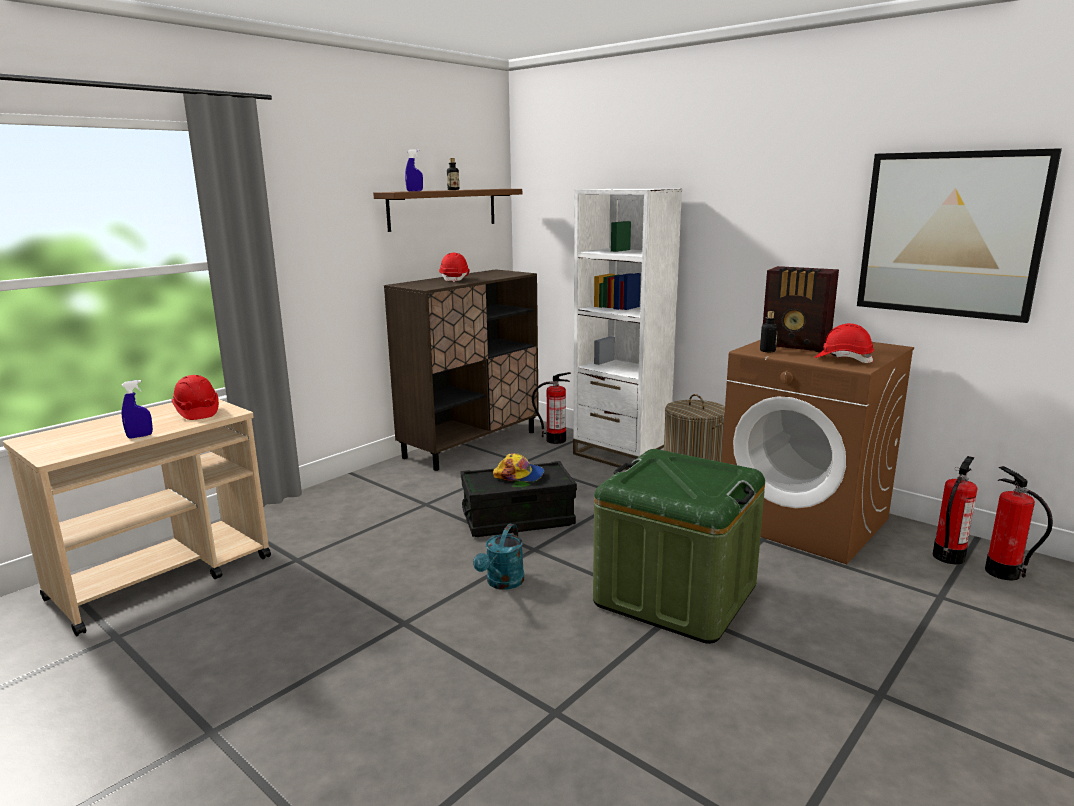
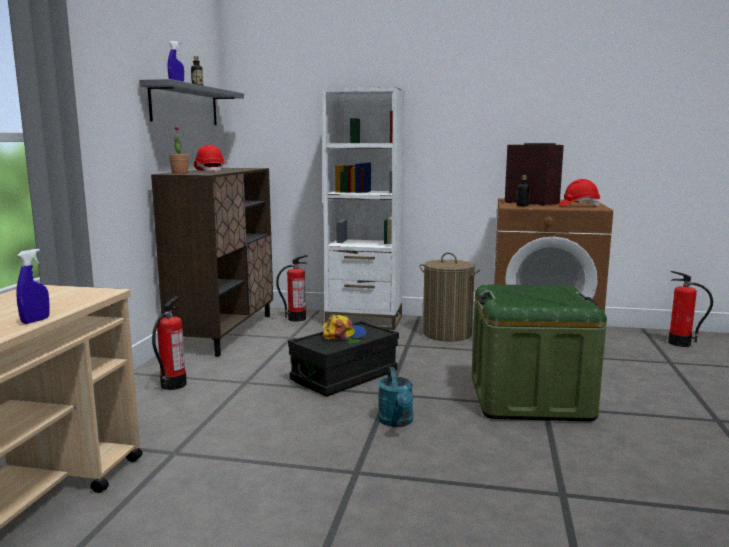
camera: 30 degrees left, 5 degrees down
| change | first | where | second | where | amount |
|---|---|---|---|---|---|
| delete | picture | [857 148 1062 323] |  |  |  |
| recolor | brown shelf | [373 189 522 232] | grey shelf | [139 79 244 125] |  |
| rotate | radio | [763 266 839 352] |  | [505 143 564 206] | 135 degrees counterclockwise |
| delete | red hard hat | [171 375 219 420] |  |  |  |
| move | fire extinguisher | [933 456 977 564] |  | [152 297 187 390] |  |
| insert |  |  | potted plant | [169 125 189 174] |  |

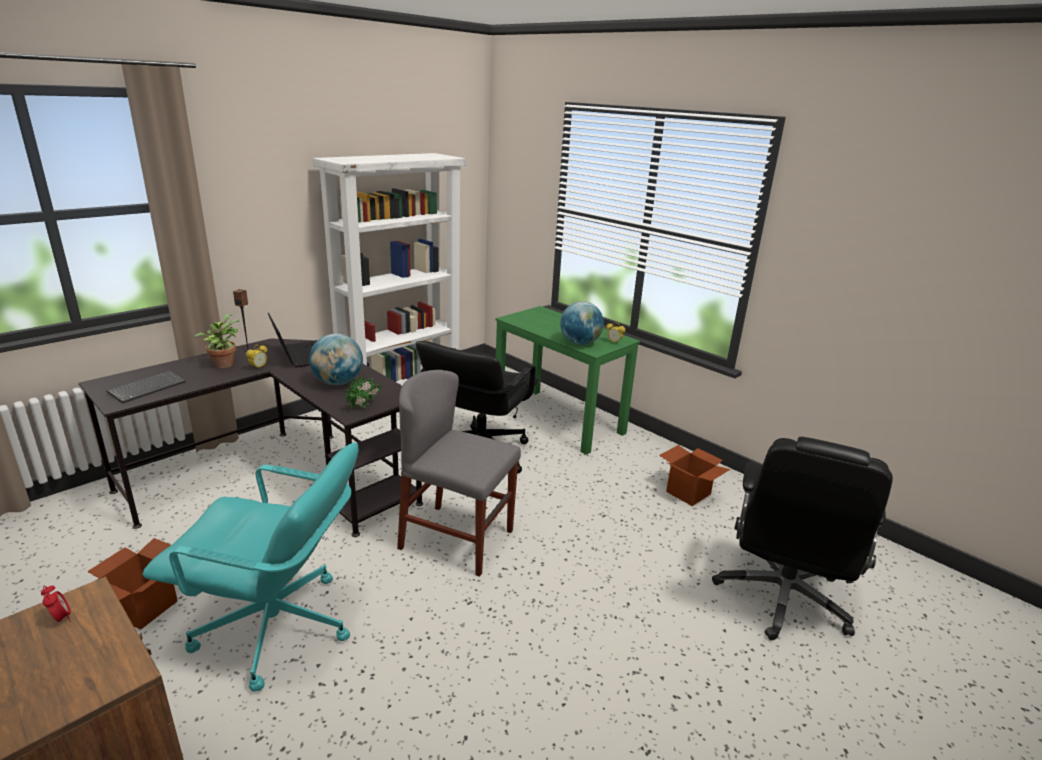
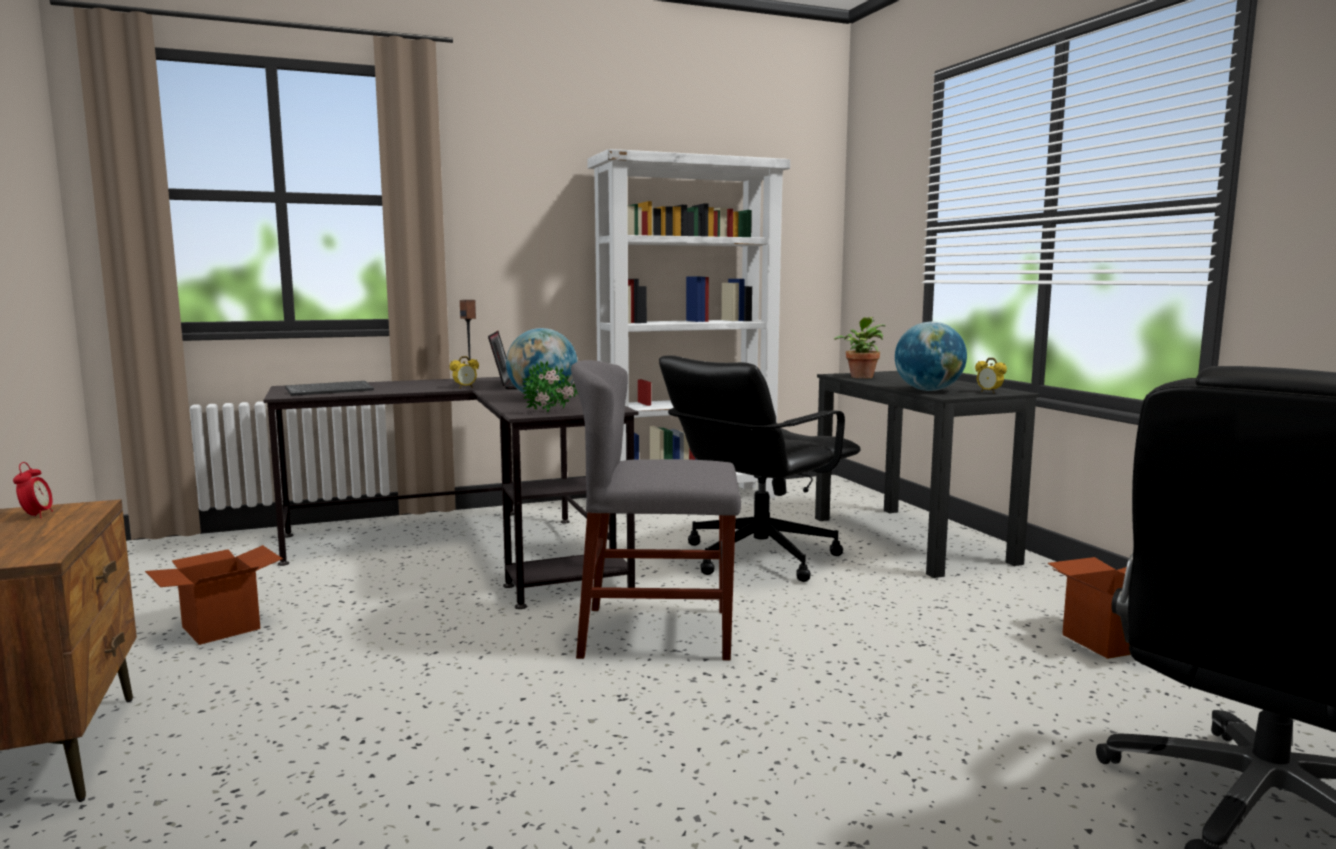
camera: 25 degrees right, 15 degrees down
| change | first | where | second | where | amount |
|---|---|---|---|---|---|
| recolor | green desk | [495 306 640 455] | black desk | [815 371 1039 578] |  |
| move | potted plant | [194 314 239 368] |  | [834 317 885 379] |  |
| rotate | grey chair | [397 370 521 577] |  | [571 360 741 660] | 45 degrees counterclockwise |
| delete | turquoise office chair | [143 442 358 692] |  |  |  |

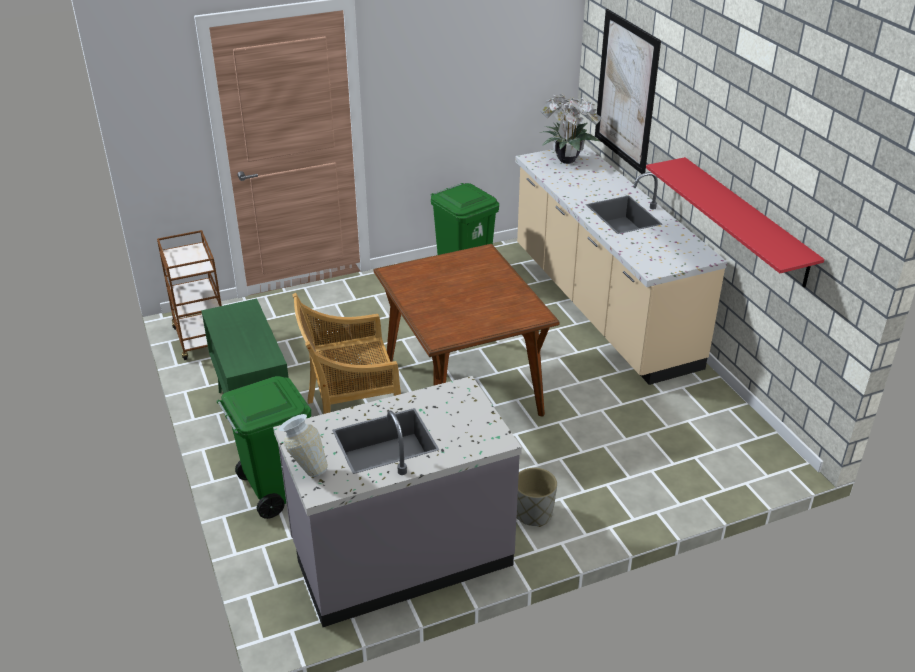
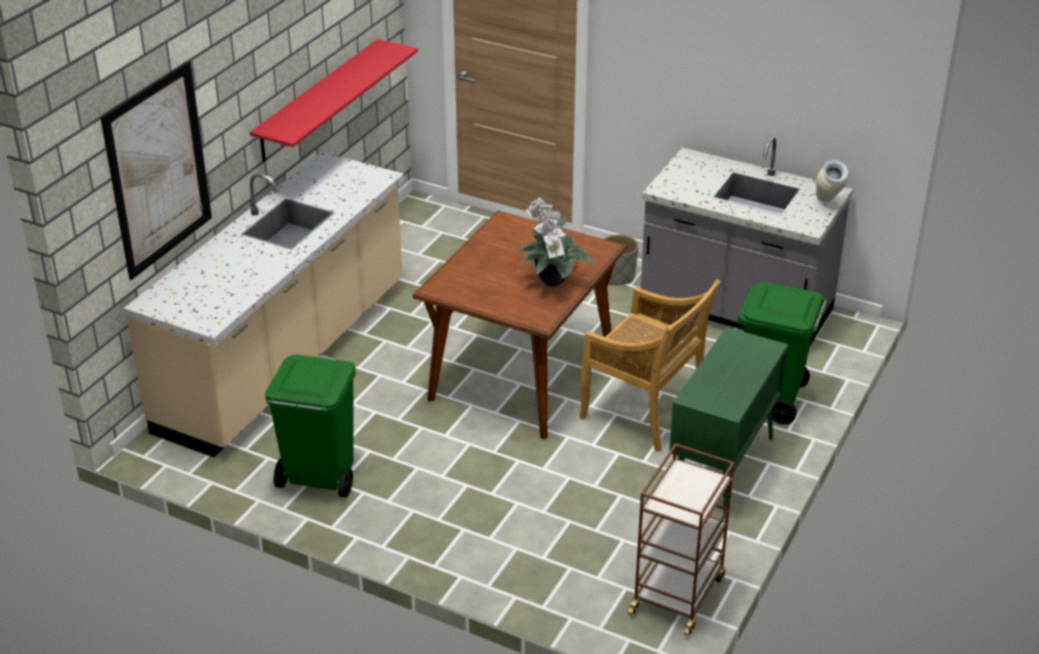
camera: 130 degrees left, 0 degrees up
| change | first | where | second | where | amount |
|---|---|---|---|---|---|
| move | potted plant | [540 93 602 164] |  | [513 198 595 287] |  |

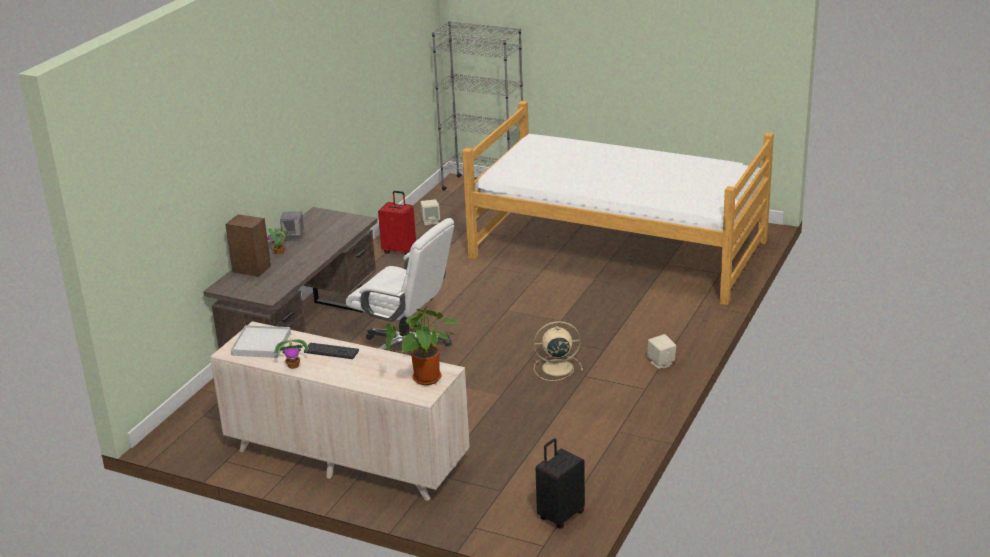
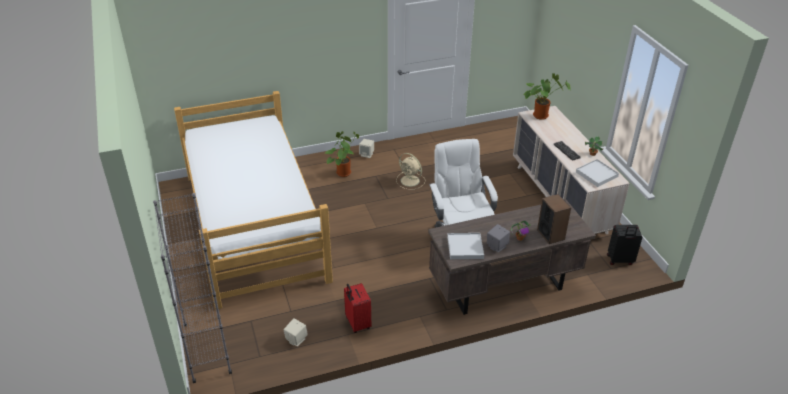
camera: 135 degrees left, 10 degrees up
| change | first | where | second | where | amount |
|---|---|---|---|---|---|
| move | black suitcase | [536 438 585 529] |  | [607 225 642 265] |  |
| insert |  |  | potted plant | [325 131 359 177] |  |
| insert |  |  | white tray | [447 233 484 259] |  |

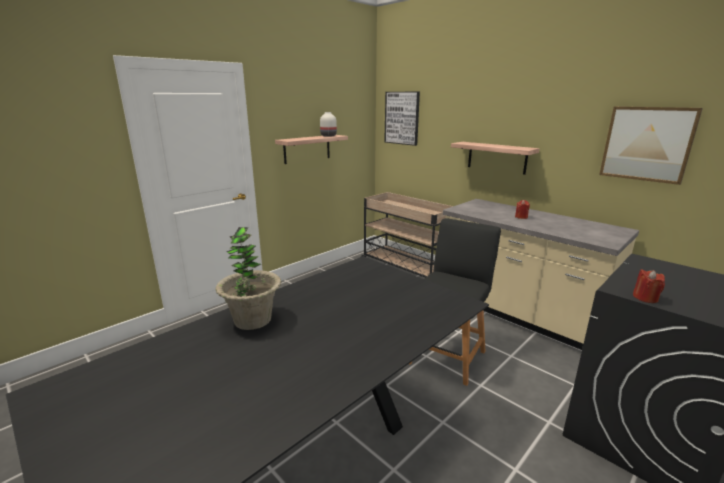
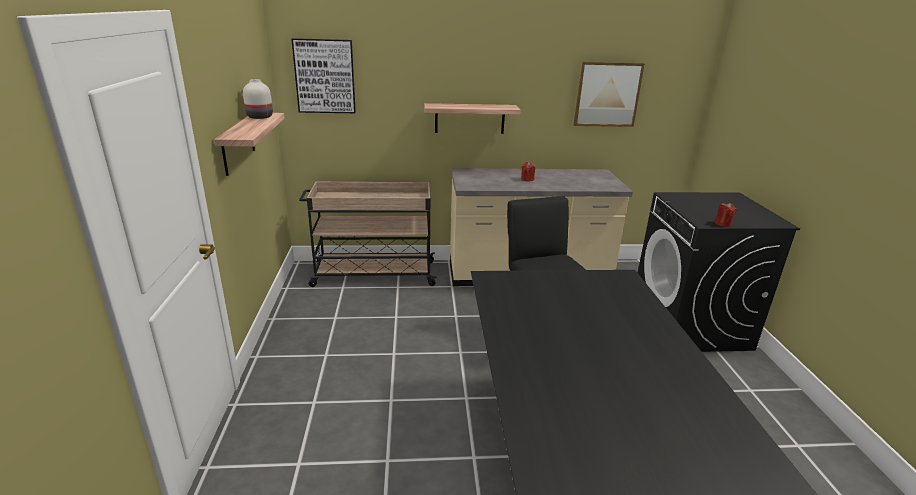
camera: 50 degrees left, 5 degrees up
| change | first | where | second | where | amount |
|---|---|---|---|---|---|
| delete | potted plant | [215 227 281 330] |  |  |  |

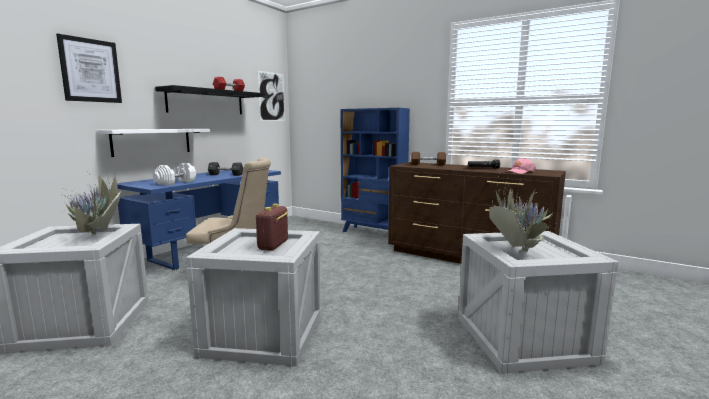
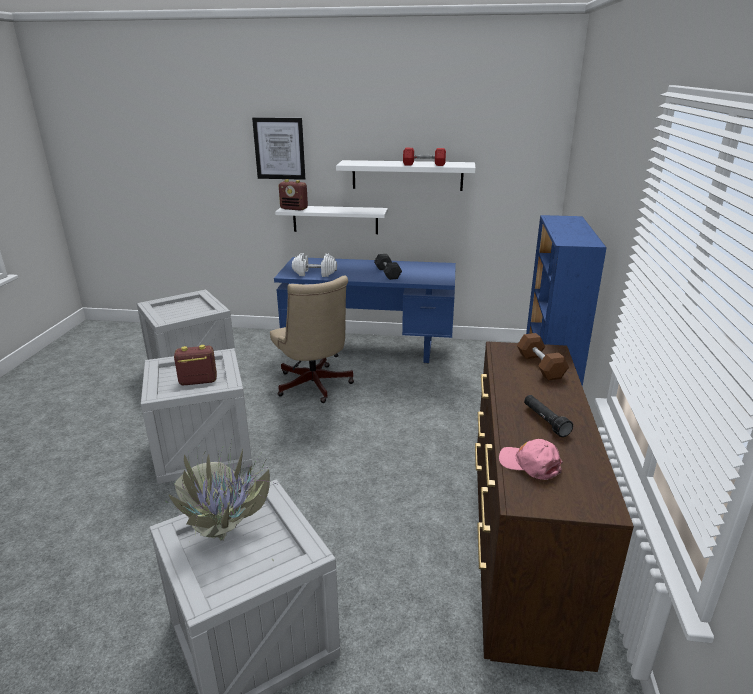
camera: 65 degrees right, 15 degrees up
| change | first | where | second | where | amount |
|---|---|---|---|---|---|
| delete | picture | [258 71 285 121] |  |  |  |
| recolor | black shelf | [155 85 263 114] | white shelf | [336 160 476 191] |  |
| delete | potted plant | [40 167 121 240] |  |  |  |
| insert |  |  | radio | [279 179 308 211] |  |

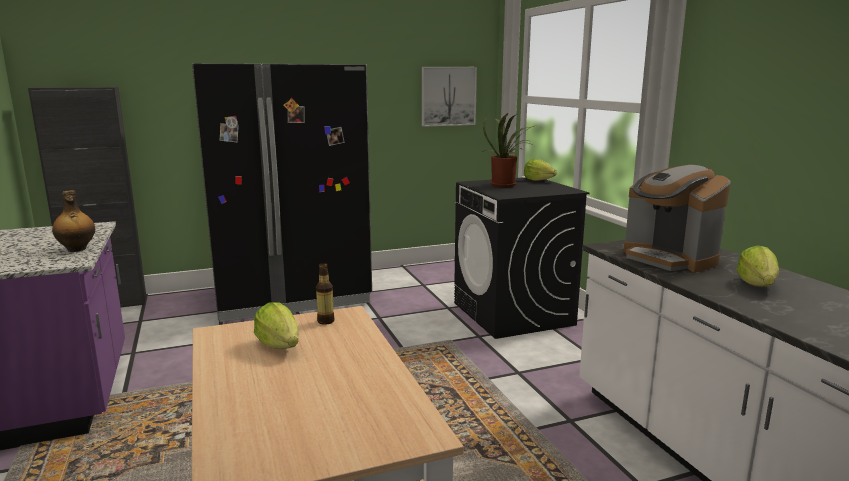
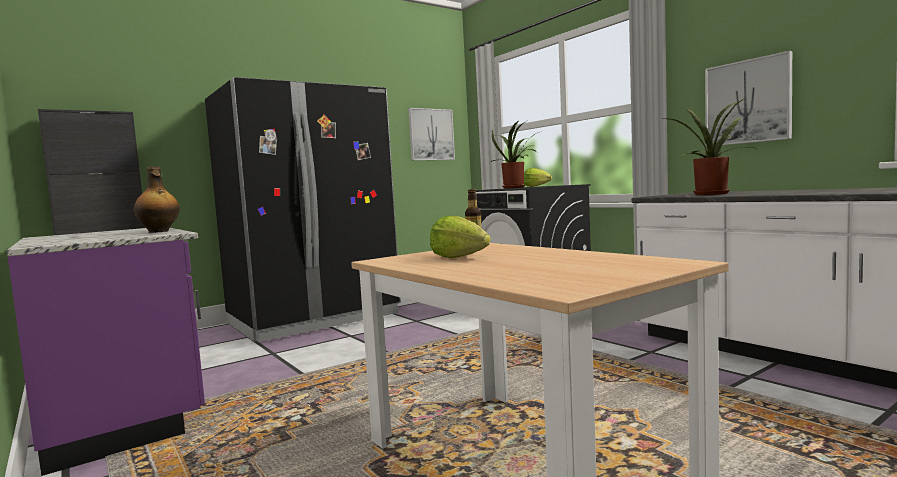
camera: 15 degrees left, 10 degrees down
| change | first | where | second | where | amount |
|---|---|---|---|---|---|
| replace | coffee machine | [623 165 731 273] | potted plant | [664 98 754 195] |  |
| delete | lettuce | [736 245 779 287] |  |  |  |
| insert |  |  | picture | [705 51 792 147] |  |

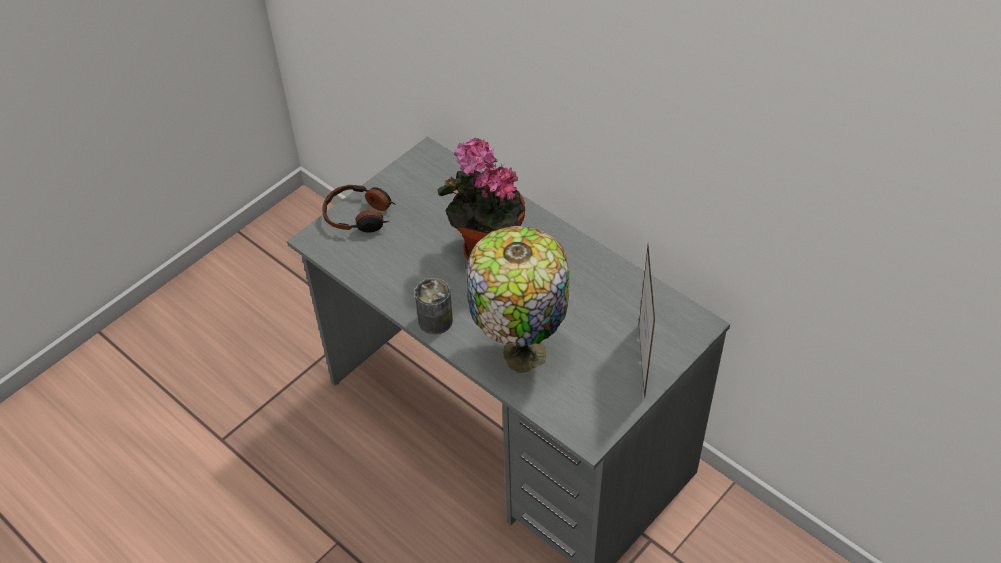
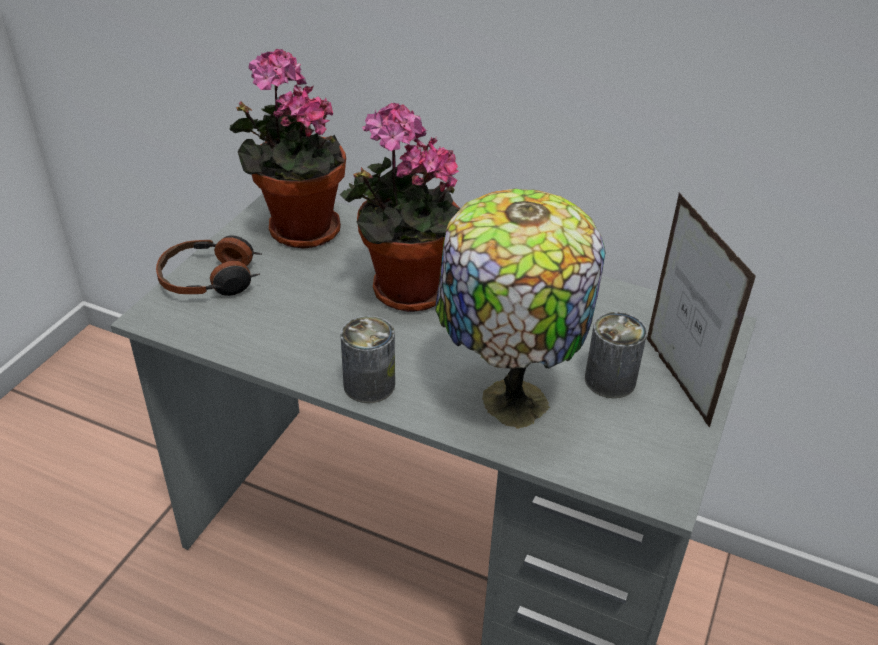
camera: 20 degrees left, 10 degrees down
| change | first | where | second | where | amount |
|---|---|---|---|---|---|
| insert |  |  | potted plant | [229 49 346 249] |  |
| insert |  |  | can | [585 312 647 398] |  |

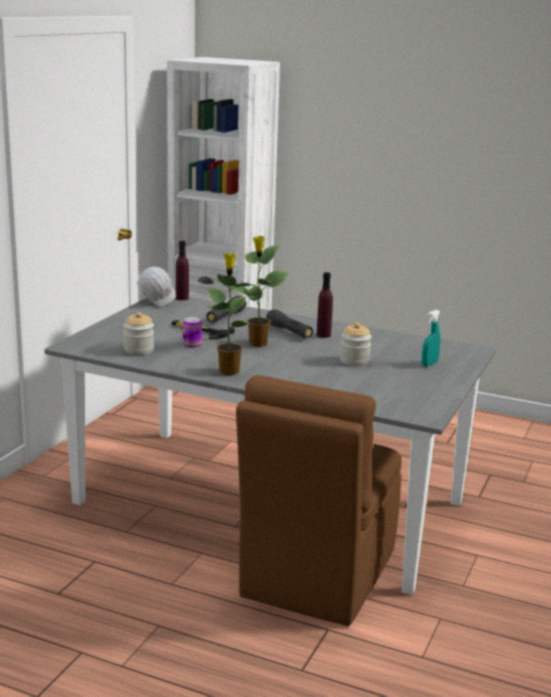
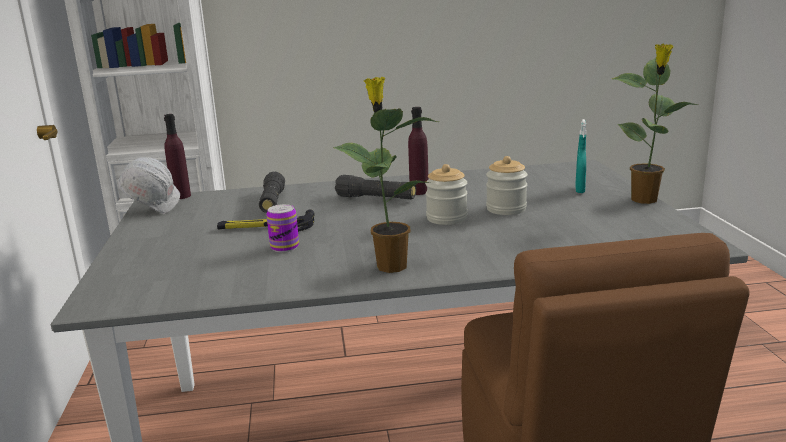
camera: 30 degrees left, 0 degrees up
| change | first | where | second | where | amount |
|---|---|---|---|---|---|
| move | potted plant | [228 236 289 347] |  | [612 43 699 204] |  |
| move | jar | [123 312 154 355] |  | [425 164 468 225] |  |

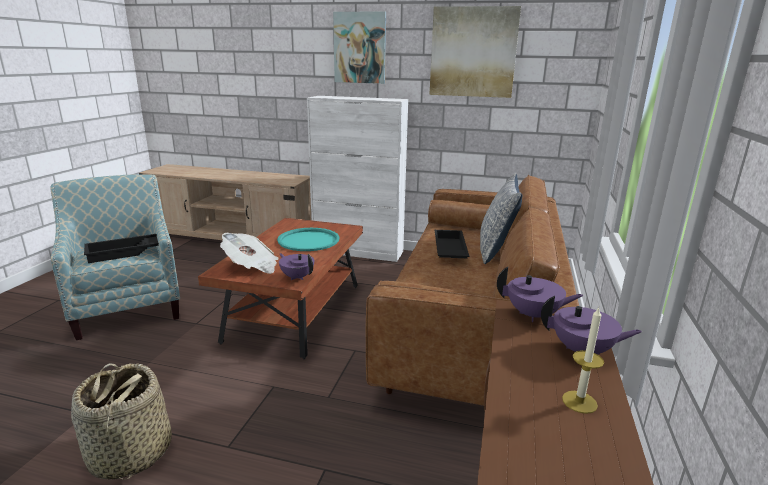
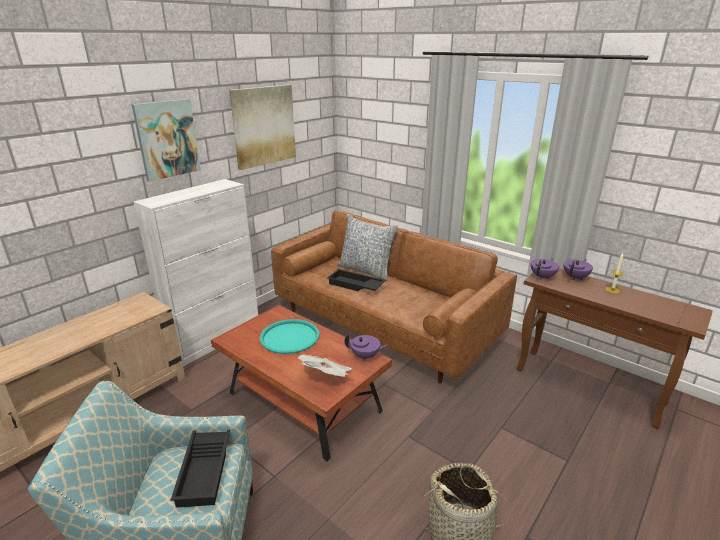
camera: 65 degrees left, 5 degrees up
| change | first | where | second | where | amount |
|---|---|---|---|---|---|
| rotate | purple teapot | [279 253 314 280] |  | [345 333 388 361] | 150 degrees counterclockwise |

